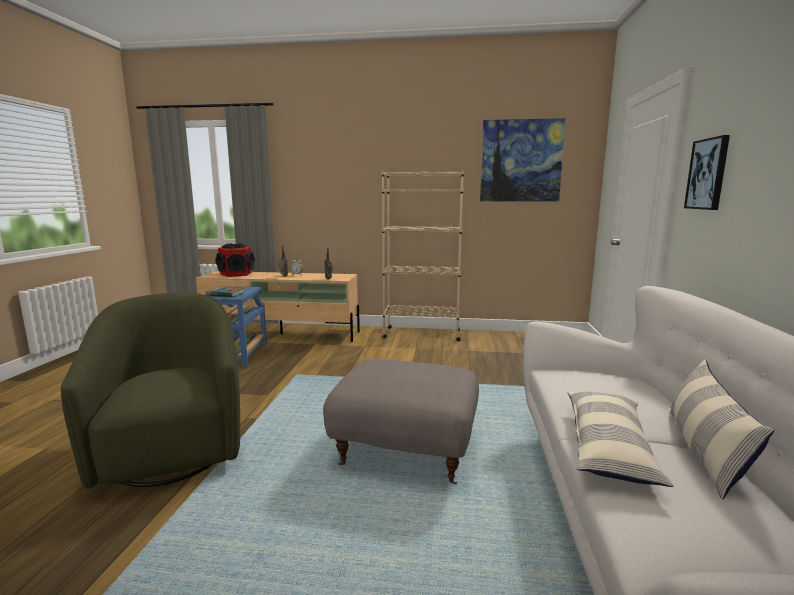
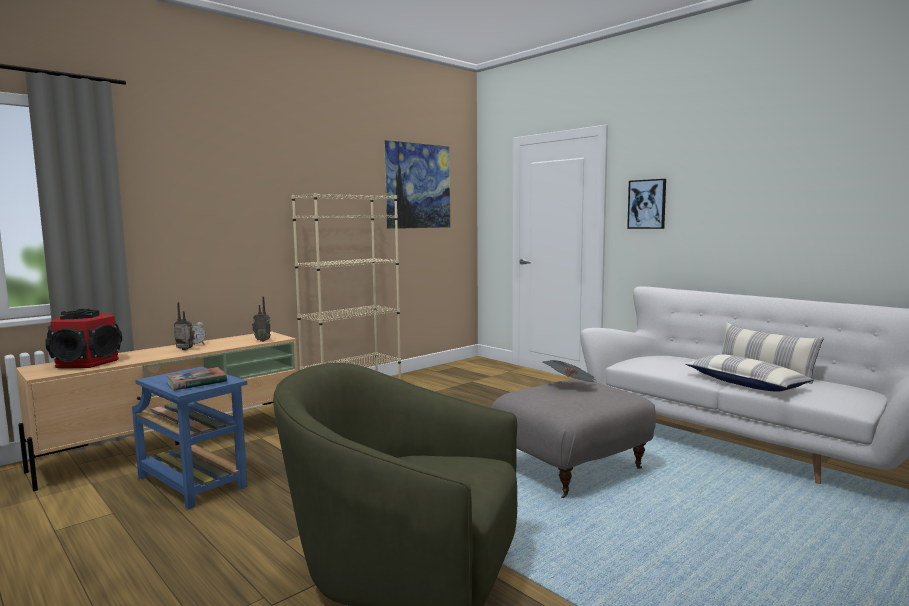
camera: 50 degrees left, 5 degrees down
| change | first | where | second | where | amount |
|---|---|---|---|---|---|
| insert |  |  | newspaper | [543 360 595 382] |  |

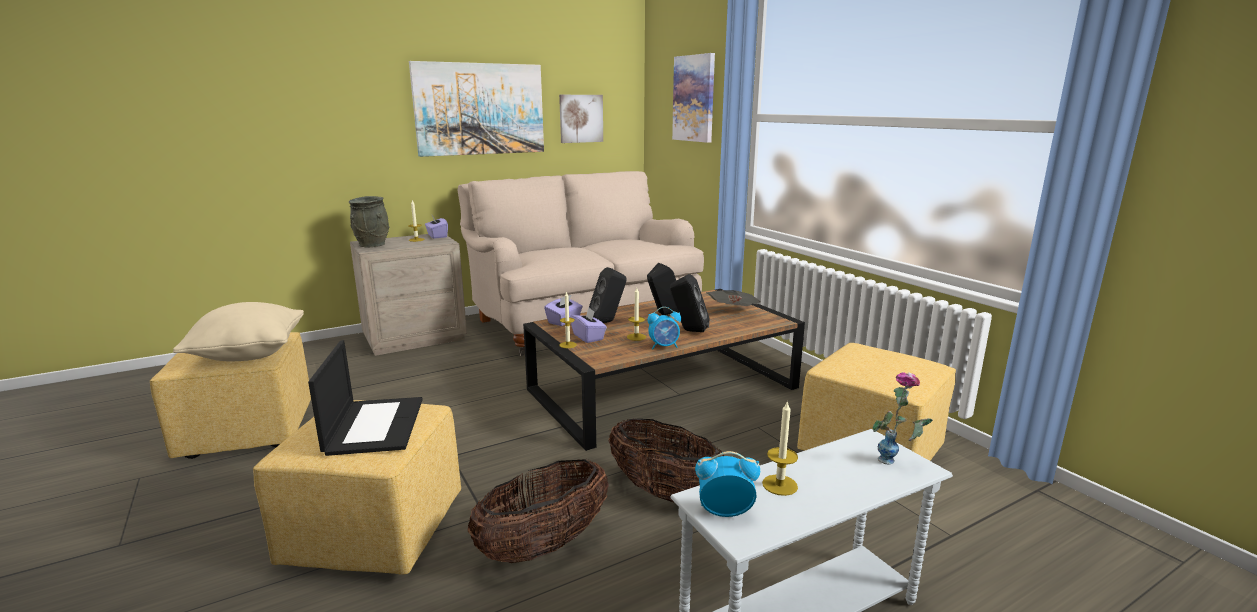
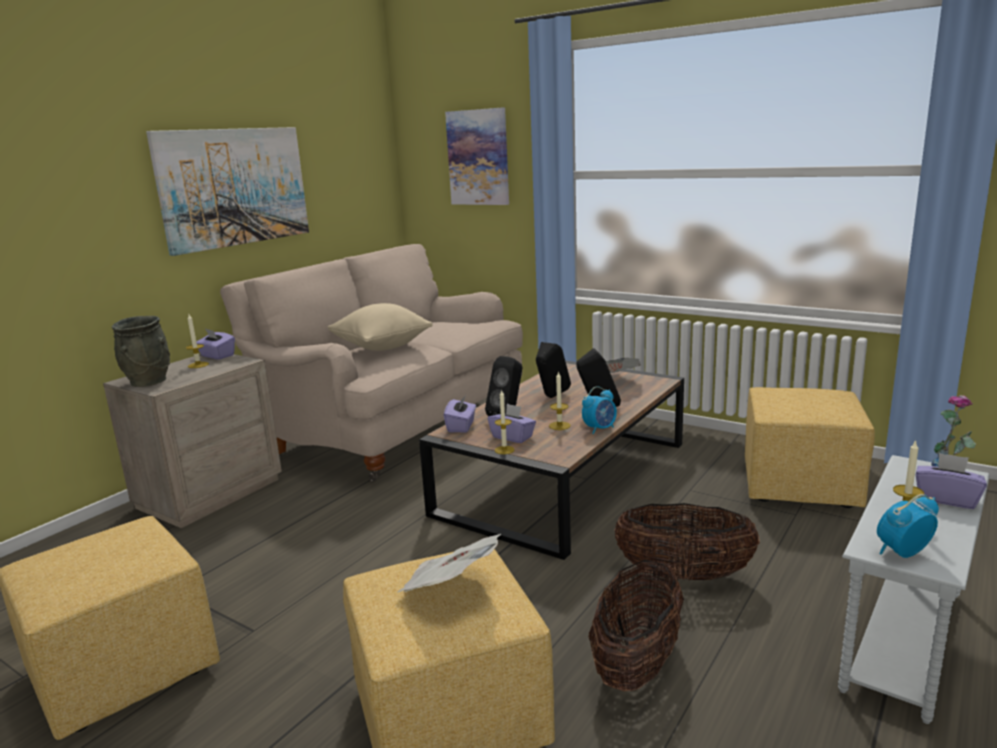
camera: 25 degrees left, 0 degrees up
| change | first | where | second | where | amount |
|---|---|---|---|---|---|
| delete | picture | [559 95 603 143] |  |  |  |
| move | beige pillow | [173 302 304 361] |  | [328 303 433 351] |  |
| replace | laptop | [308 340 423 456] | newspaper | [397 534 501 593] |  |
| insert |  |  | purple tissue box | [916 453 987 509] |  |

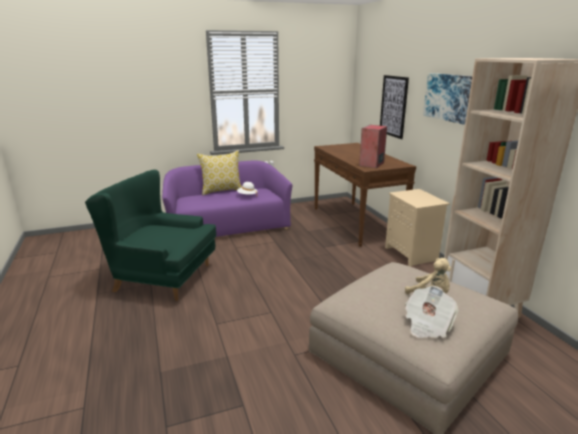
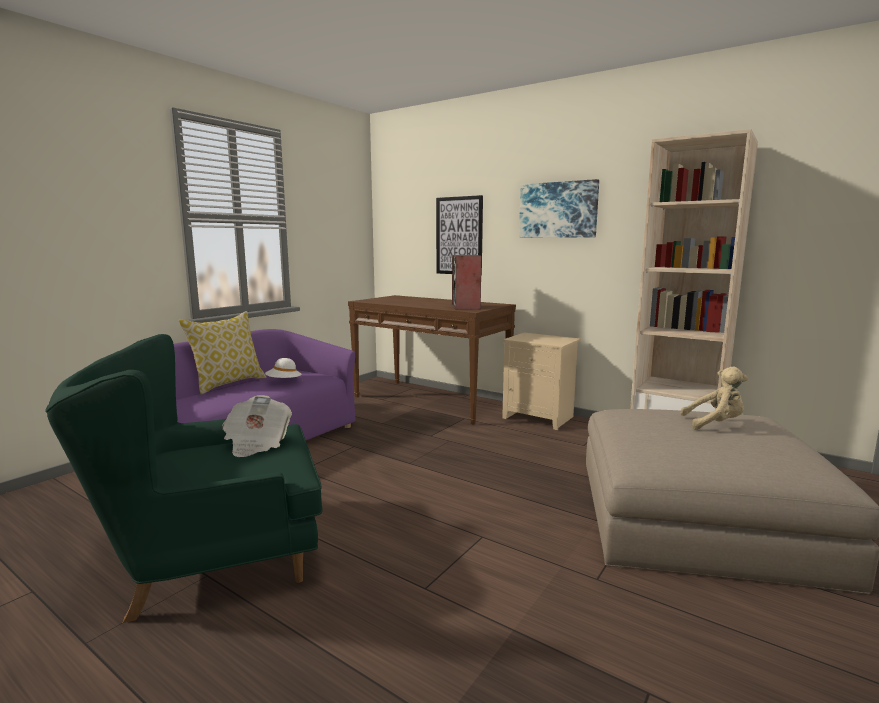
camera: 35 degrees left, 10 degrees down
| change | first | where | second | where | amount |
|---|---|---|---|---|---|
| move | newspaper | [405 286 459 338] |  | [222 395 292 457] |  |

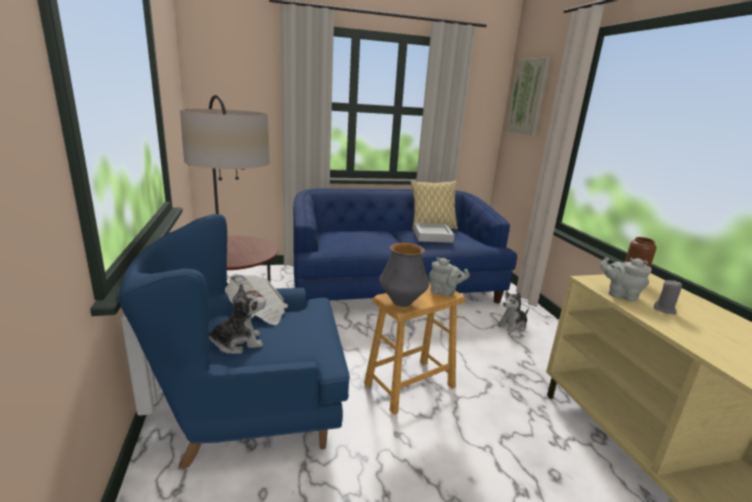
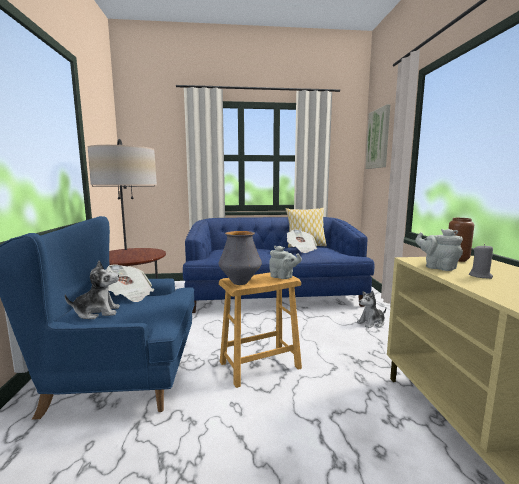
camera: 10 degrees right, 10 degrees down
| change | first | where | second | where | amount |
|---|---|---|---|---|---|
| replace | grey tray | [413 223 454 243] | newspaper | [287 229 318 253] |  |

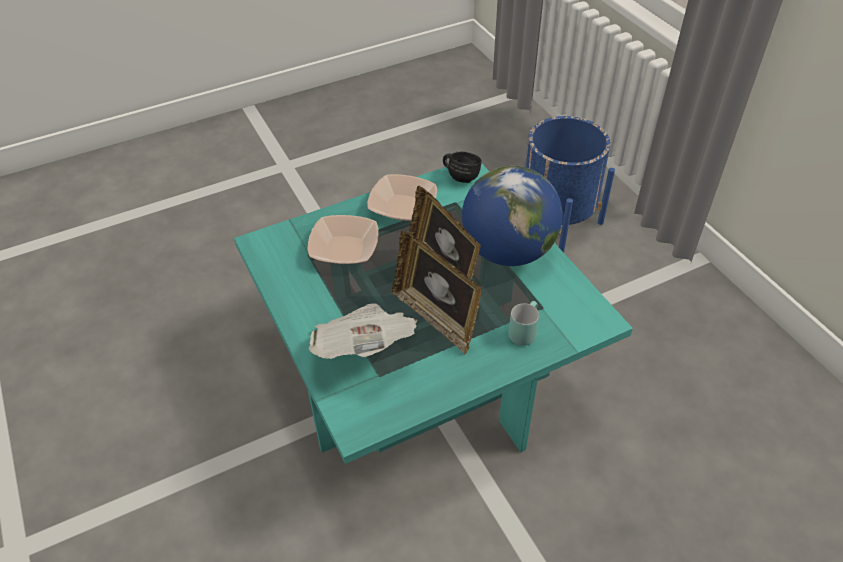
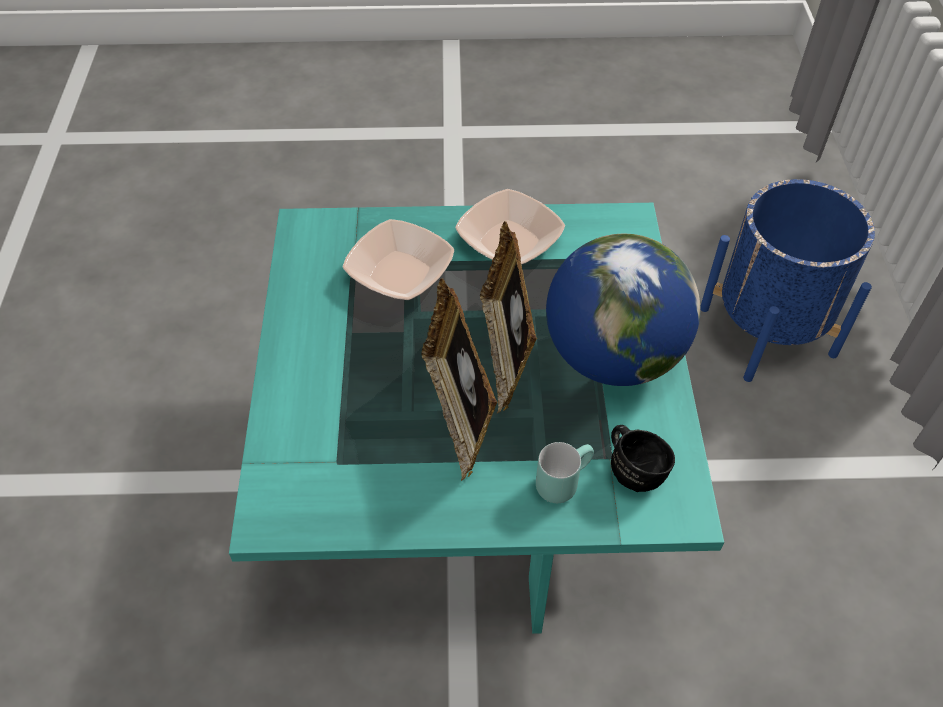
camera: 25 degrees right, 5 degrees up
| change | first | where | second | where | amount |
|---|---|---|---|---|---|
| move | black mug | [443 152 482 183] |  | [611 425 675 492] |  |
| delete | newspaper | [308 303 418 359] |  |  |  |

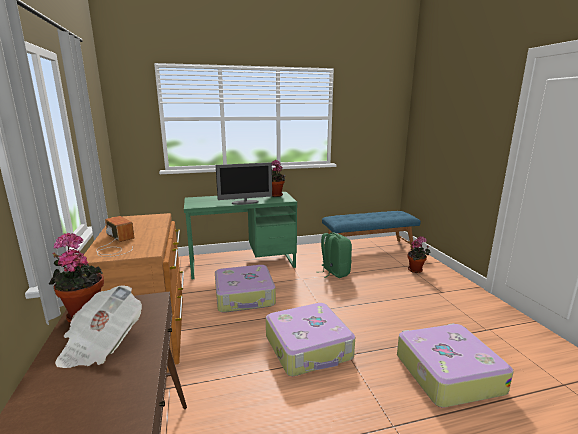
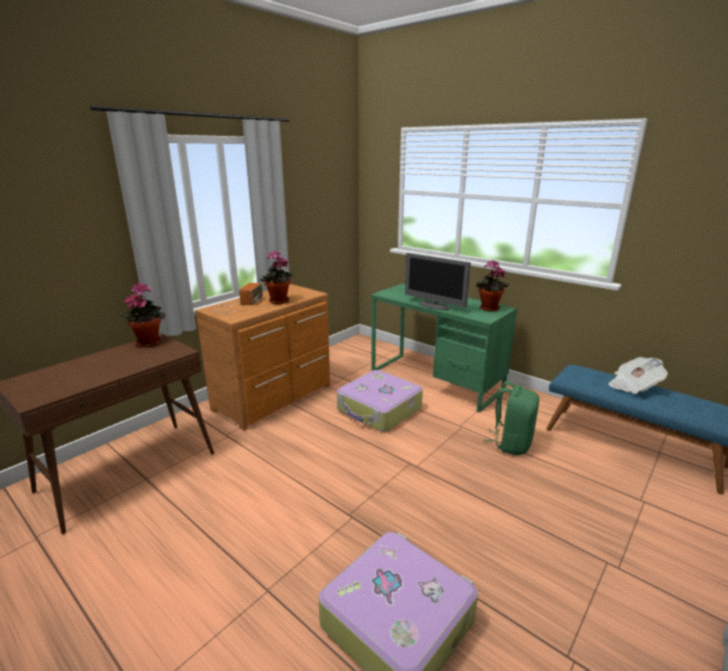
camera: 55 degrees right, 5 degrees up
| change | first | where | second | where | amount |
|---|---|---|---|---|---|
| move | potted plant | [408 236 431 273] |  | [260 251 294 304] |  |
| move | newspaper | [55 285 142 368] |  | [608 357 668 394] |  |
| delete | suitcase | [266 303 355 376] |  |  |  |

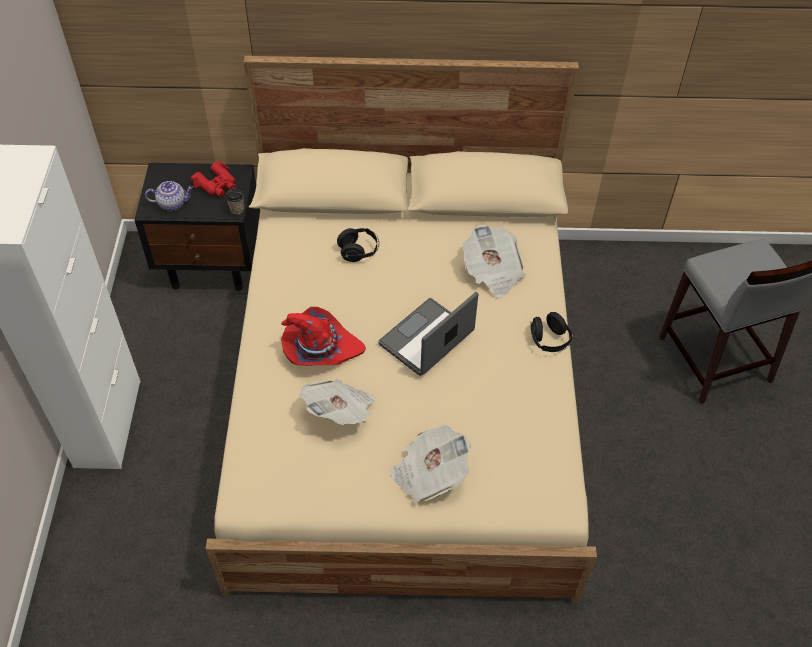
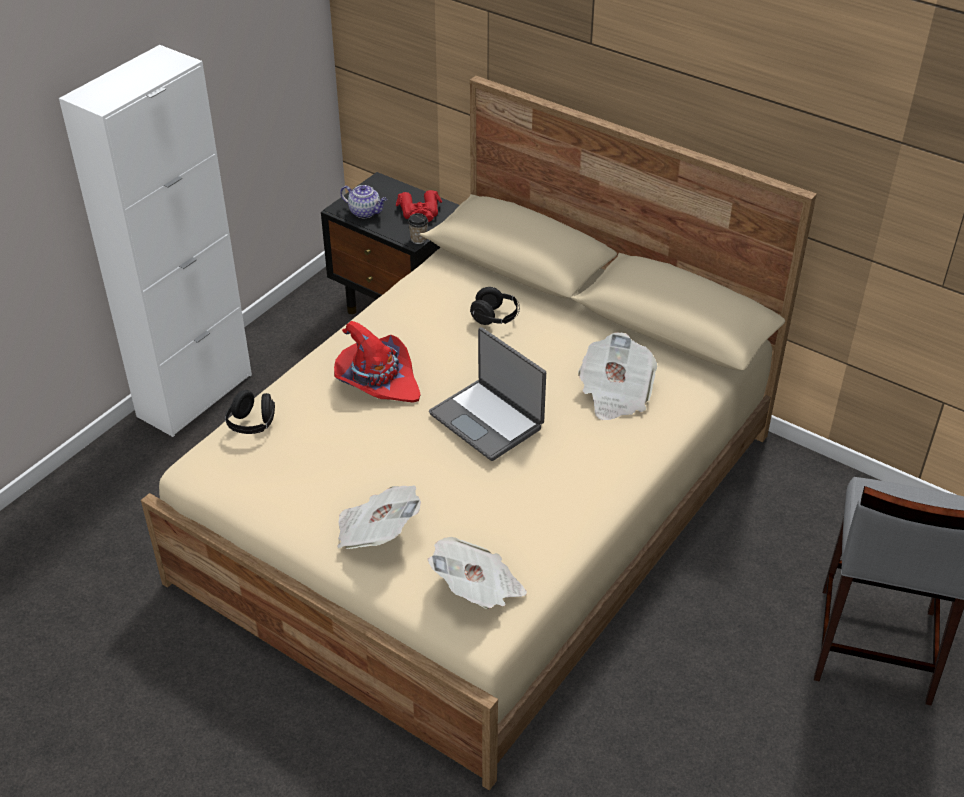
camera: 35 degrees right, 10 degrees down
| change | first | where | second | where | amount |
|---|---|---|---|---|---|
| rotate | laptop | [378 292 478 376] |  | [429 327 546 461] | 120 degrees counterclockwise |
| move | black headphones | [530 312 573 352] |  | [225 390 275 434] |  |
| move | newspaper | [300 379 376 425] |  | [428 537 527 609] |  |

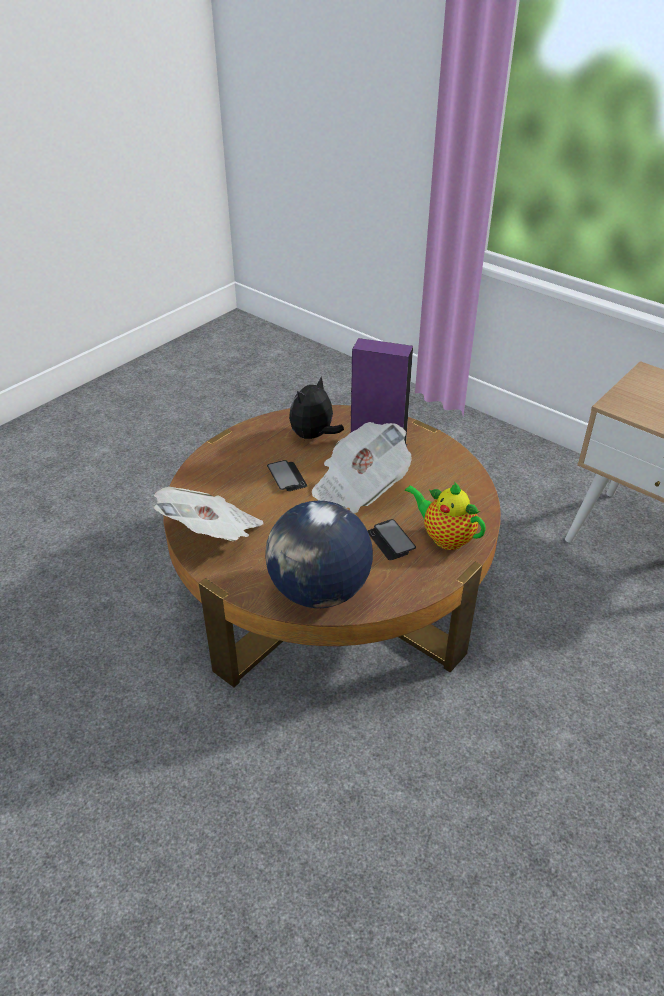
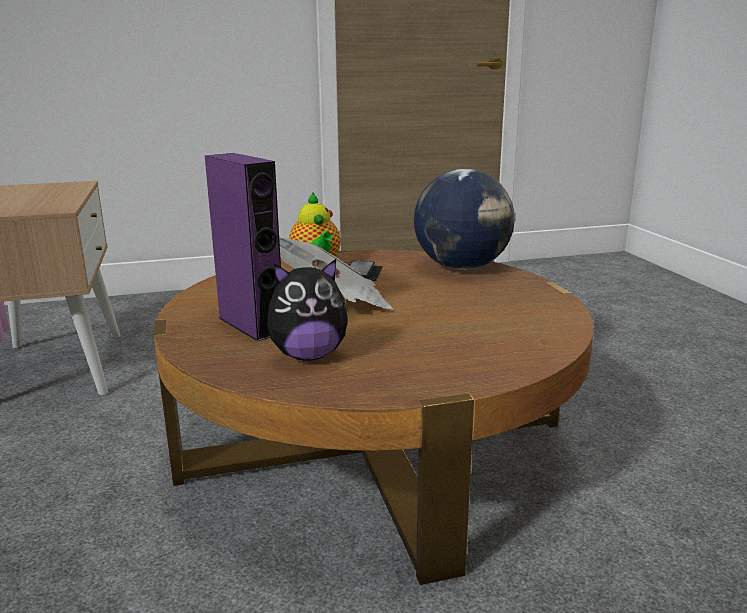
camera: 145 degrees left, 20 degrees down
| change | first | where | second | where | amount |
|---|---|---|---|---|---|
| delete | phone | [267 460 307 491] |  |  |  |
| delete | newspaper | [153 487 264 541] |  |  |  |

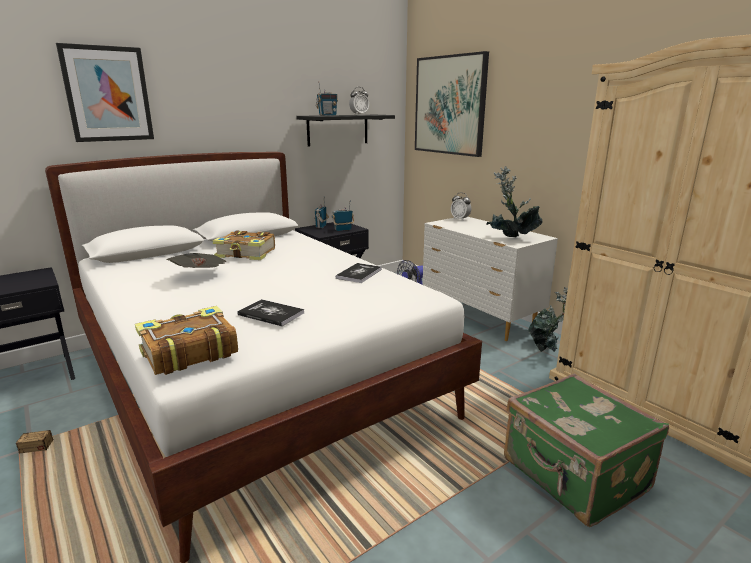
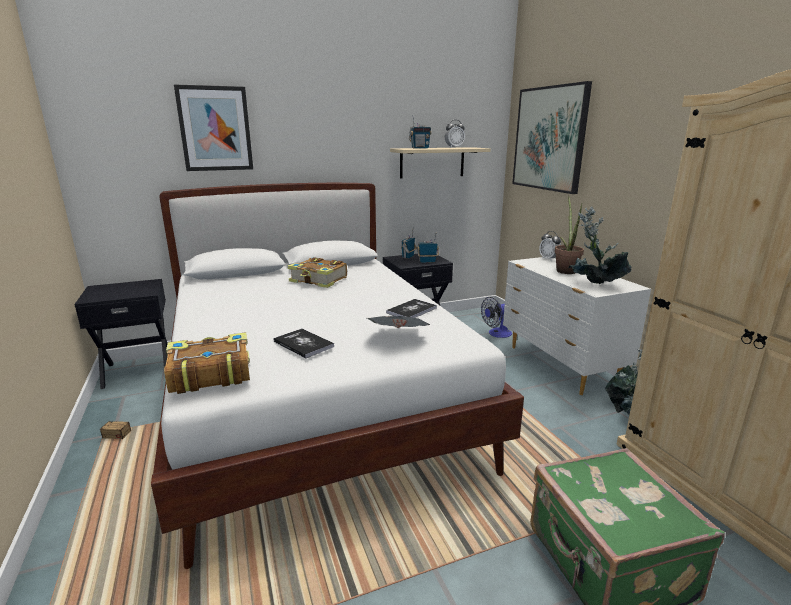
camera: 15 degrees right, 0 degrees up
| change | first | where | second | where | amount |
|---|---|---|---|---|---|
| recolor | black shelf | [296 115 395 147] | beige shelf | [390 147 491 179] |  |
| move | newspaper | [166 253 226 268] |  | [367 316 430 328] |  |
| insert |  |  | potted plant | [554 195 584 274] |  |

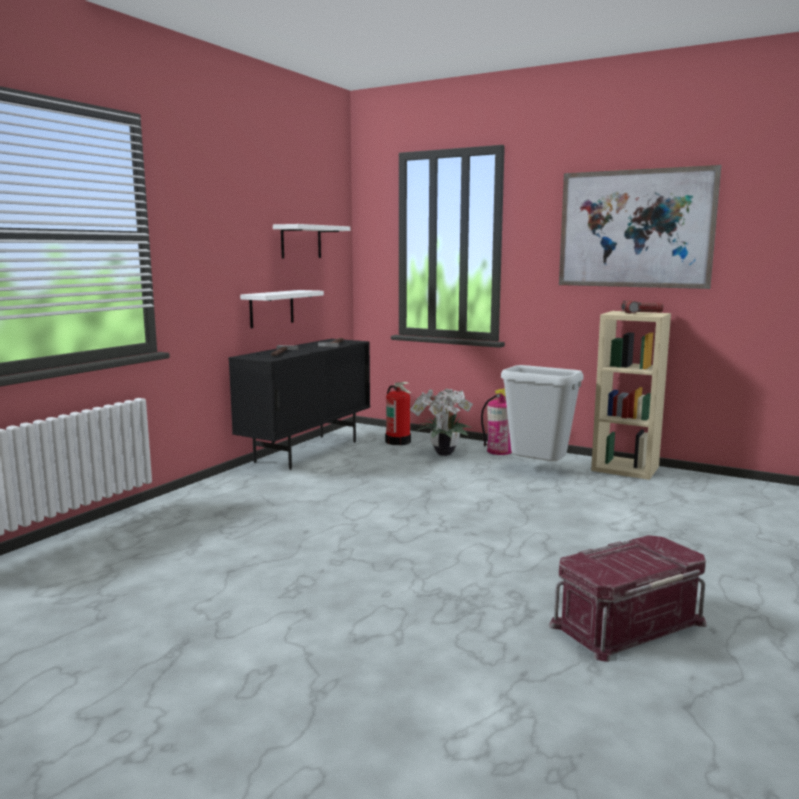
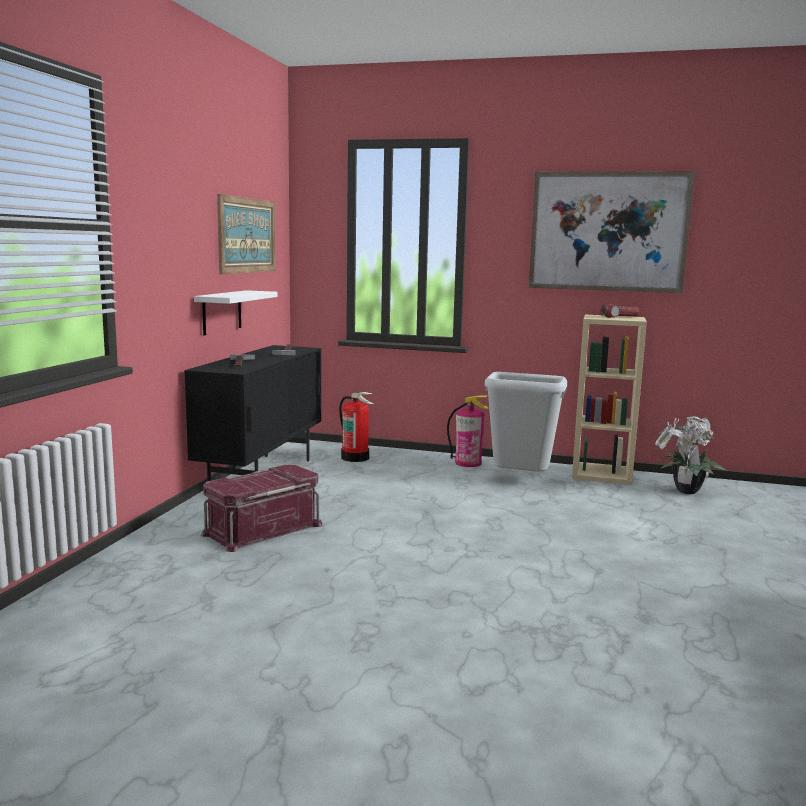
camera: 15 degrees left, 0 degrees up
| change | first | where | second | where | amount |
|---|---|---|---|---|---|
| replace | white shelf | [273 224 350 259] | picture | [217 194 276 274] |  |
| move | potted plant | [410 388 473 456] |  | [654 416 726 494] |  |
| move | red storage box | [549 535 707 662] |  | [201 465 323 552] |  |

